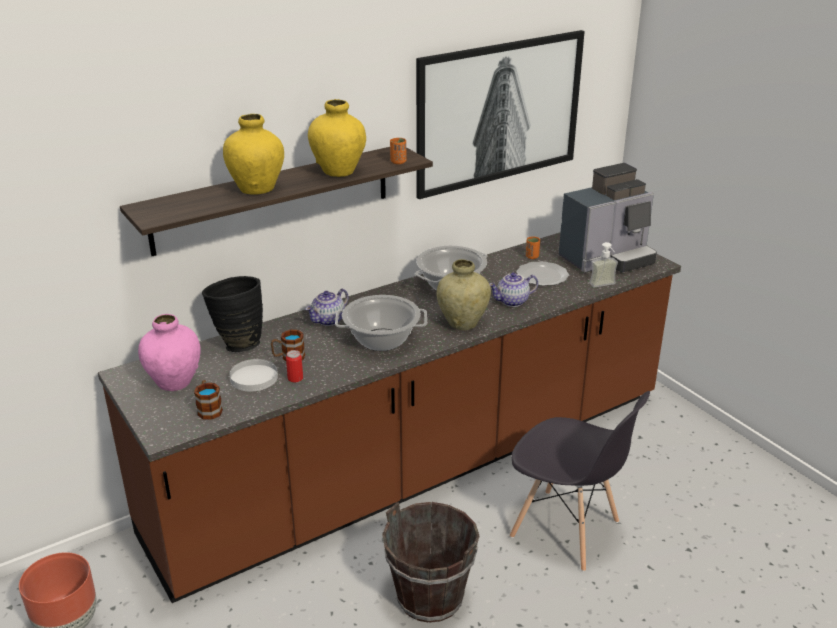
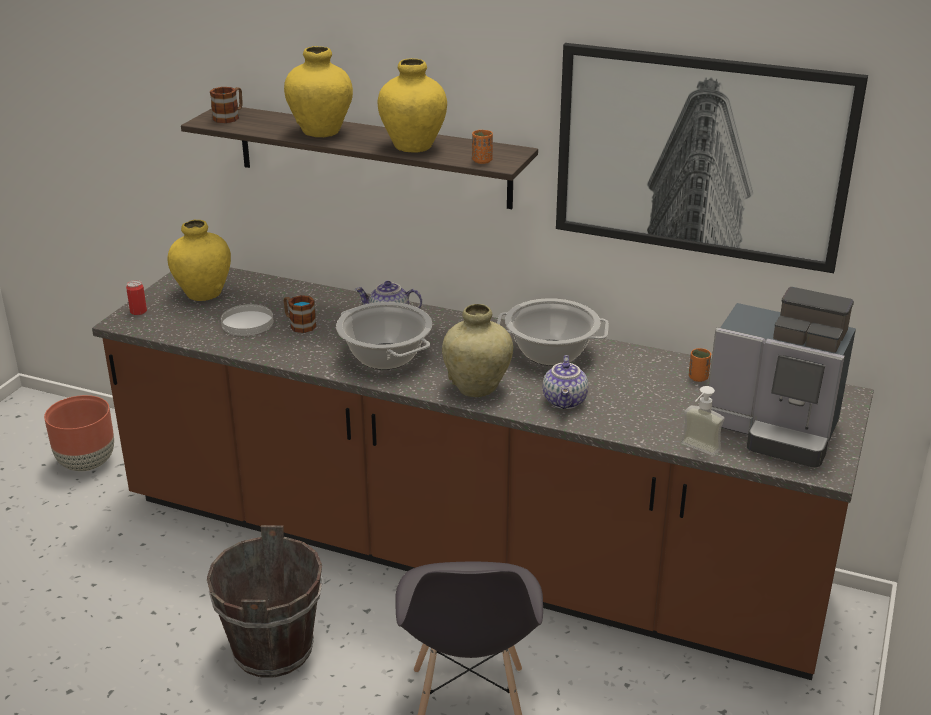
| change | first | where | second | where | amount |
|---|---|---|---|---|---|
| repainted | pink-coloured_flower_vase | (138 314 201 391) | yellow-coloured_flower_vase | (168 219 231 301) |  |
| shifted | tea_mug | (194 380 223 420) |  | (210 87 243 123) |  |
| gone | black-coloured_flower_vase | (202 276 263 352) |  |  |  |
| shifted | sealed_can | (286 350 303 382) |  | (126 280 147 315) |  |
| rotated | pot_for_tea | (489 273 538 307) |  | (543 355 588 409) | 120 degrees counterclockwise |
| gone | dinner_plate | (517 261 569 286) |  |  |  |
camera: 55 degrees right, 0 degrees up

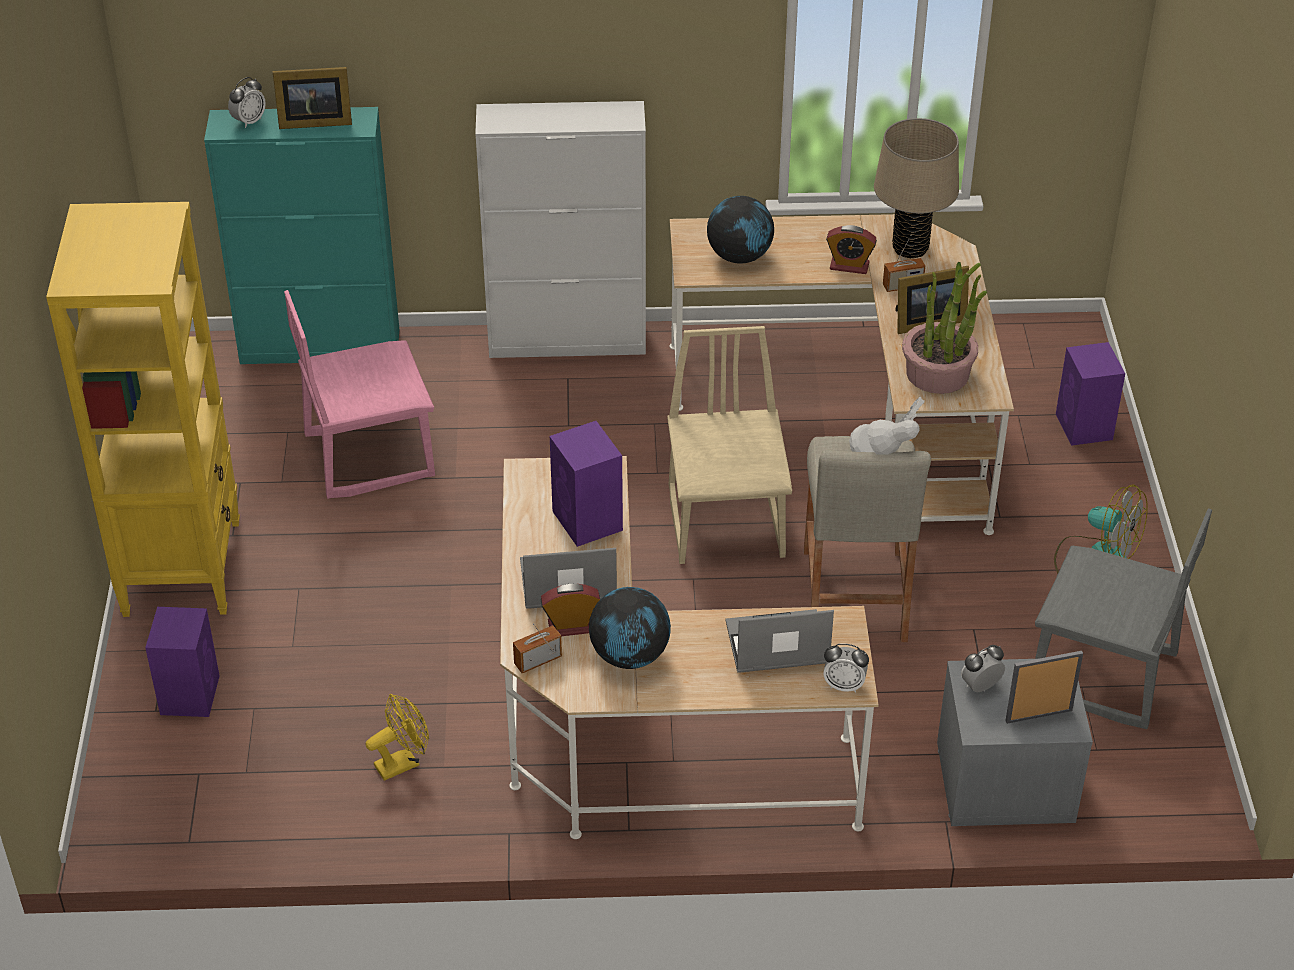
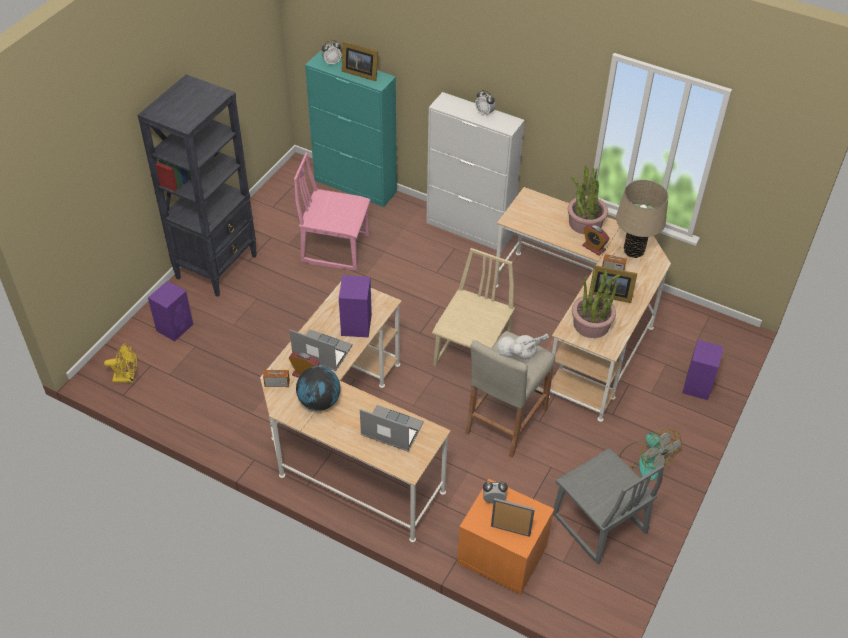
| change | first | where | second | where | amount |
|---|---|---|---|---|---|
| repainted | yellow-coloured_bookshelf | (46 202 240 617) | black-coloured_bookshelf | (138 74 257 297) |  |
| shifted | yellow-coloured_electric_fan | (366 694 429 781) |  | (104 343 137 383) |  |
| gone | globe | (707 196 774 264) |  |  |  |
| shifted | alarm_clock | (823 643 869 693) |  | (475 90 496 116) |  |
| repainted | greyish_nightstand | (937 659 1093 826) | orange_nightstand | (457 479 554 594) |  |
| new |  |  | potted_plant | (568 165 608 235) |  |
camera: 30 degrees right, 5 degrees up

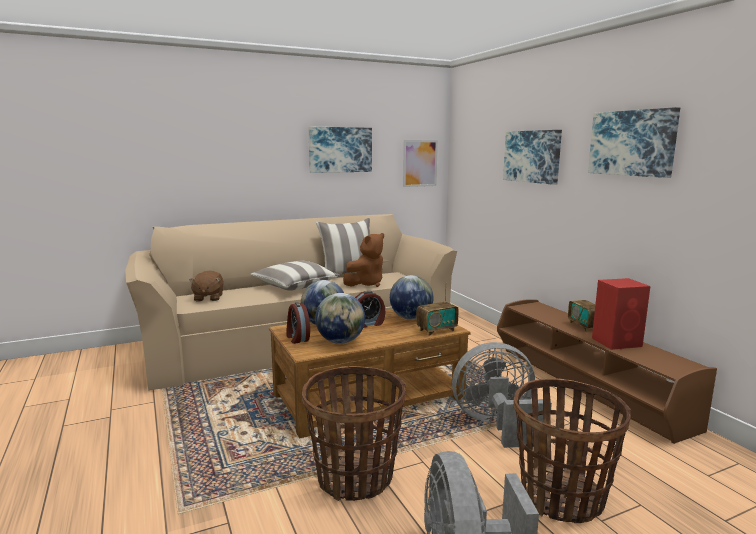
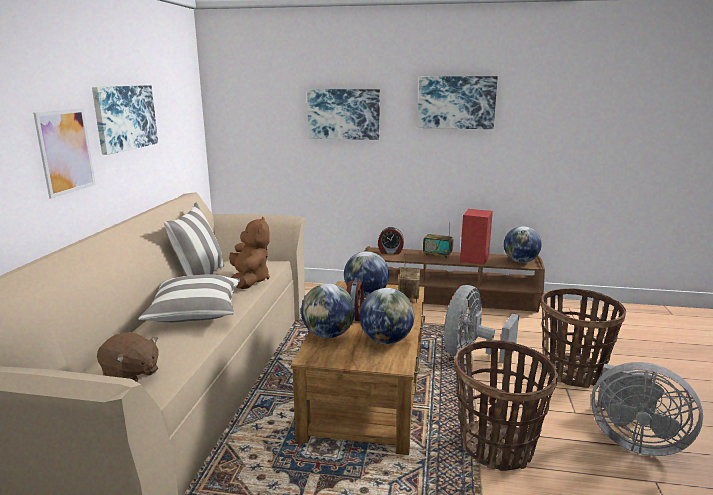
| change | first | where | second | where | amount |
|---|---|---|---|---|---|
| shifted | alarm_clock | (287 302 310 344) |  | (378 227 404 255) |  |
| shifted | wall_picture | (403 140 438 187) |  | (33 108 96 198) |  |
| new |  |  | globe | (504 226 542 263) |  |
camera: 55 degrees left, 5 degrees up

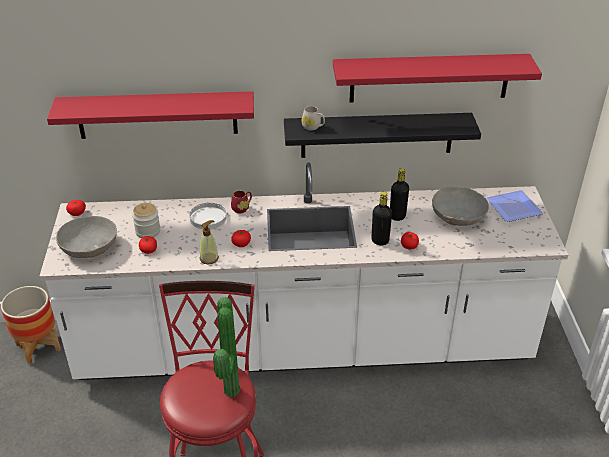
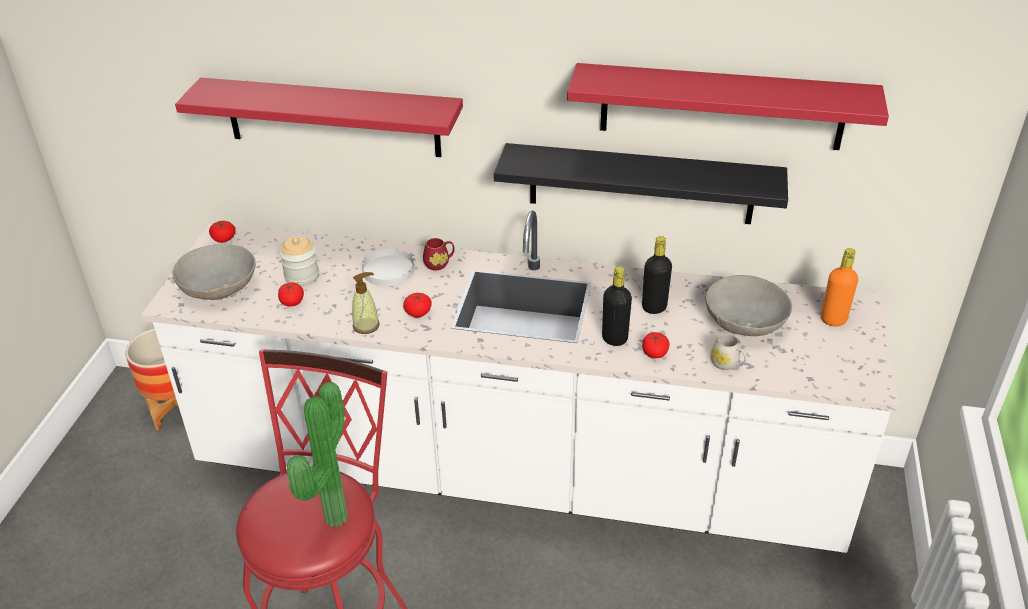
| change | first | where | second | where | amount |
|---|---|---|---|---|---|
| shifted | whitish_tea_mug | (302 106 325 130) |  | (710 334 747 370) |  |
| swapped | dinner_plate | (486 190 544 222) | orange_drink_bottle | (821 248 858 326) |  |
camera: 15 degrees right, 0 degrees up

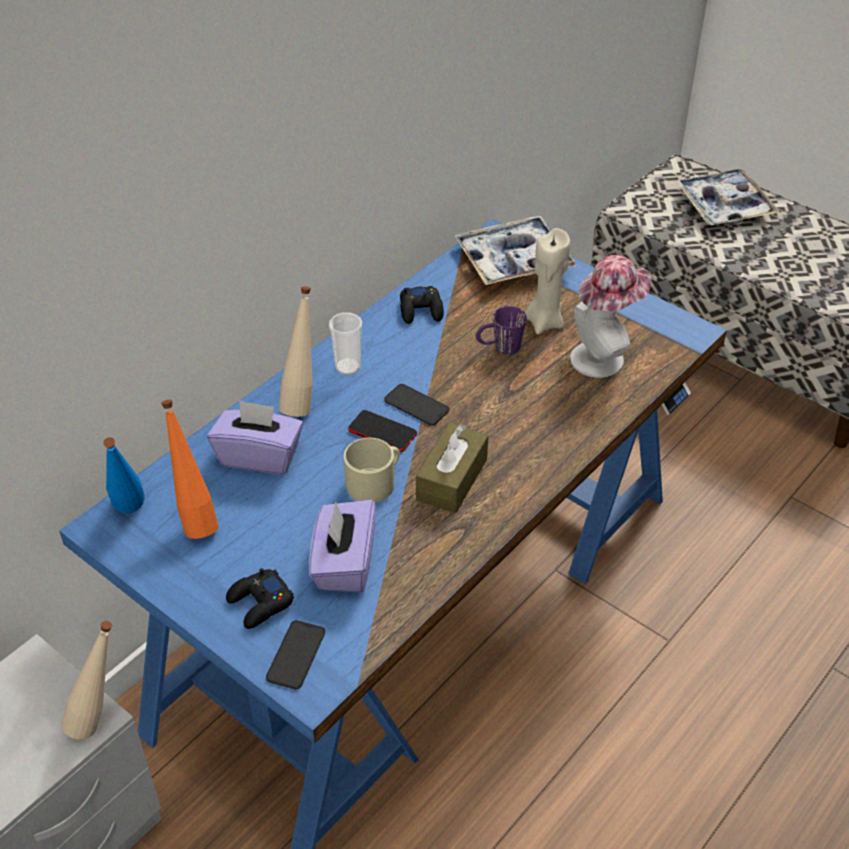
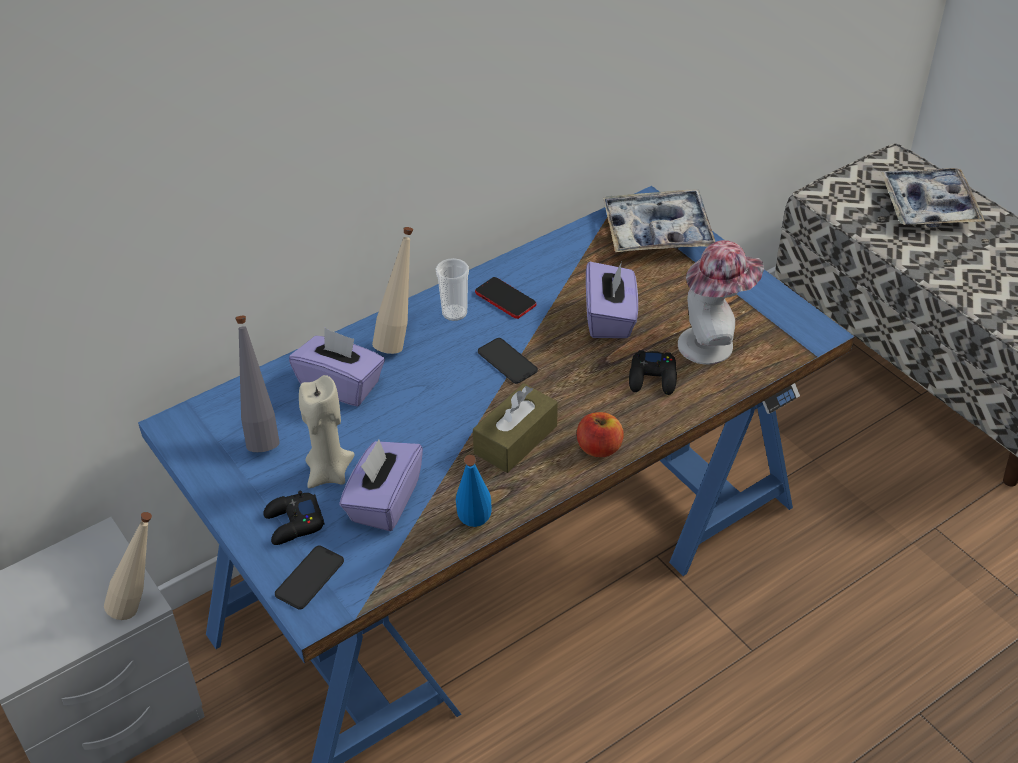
| change | first | where | second | where | amount |
|---|---|---|---|---|---|
| shifted | blue_drink_bottle | (103 437 145 513) |  | (456 455 492 527) |  |
| repainted | orange_drink_bottle | (161 400 219 539) | greyish_drink_bottle | (235 316 280 452) |  |
| gone | sand-coloured_tea_mug | (344 438 400 503) |  |  |  |
| shifted | phone | (348 410 417 452) |  | (475 277 536 319) |  |
| shifted | black-coloured_gamepad | (400 286 444 324) |  | (629 350 677 395) |  |
| swapped | purple-coloured_tea_mug | (476 306 527 355) | purple-coloured_tissue_holder | (586 262 638 338) |  |
| shifted | sand-coloured_wax_candle | (525 228 570 335) |  | (299 375 355 488) |  |
| new |  |  | apple_fruit | (577 412 624 457) |  |
camera: 15 degrees right, 0 degrees up

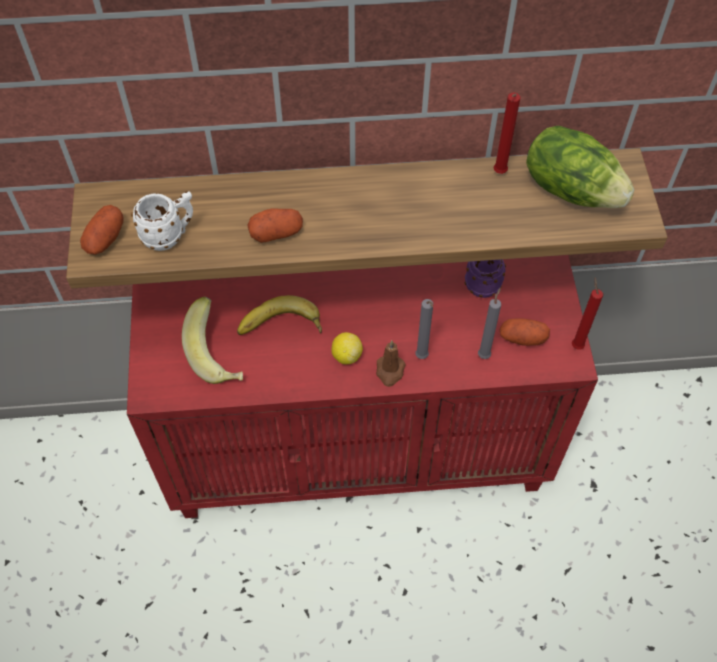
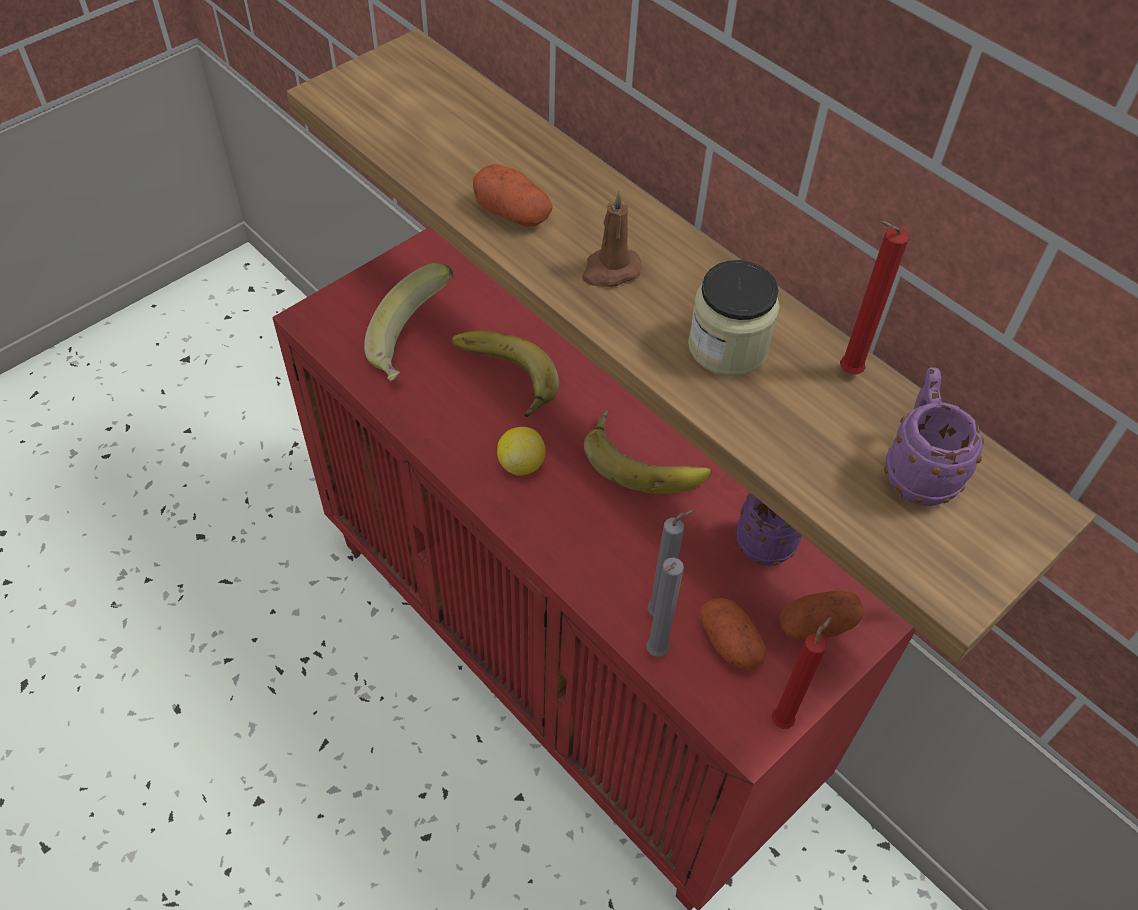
| change | first | where | second | where | amount |
|---|---|---|---|---|---|
| shifted | whole_potato | (80 205 124 255) |  | (780 591 864 640) |  |
| gone | whitish_tea_mug | (131 191 193 251) |  |  |  |
| shifted | brown-coloured_wax_candle | (376 341 406 387) |  | (582 190 642 287) |  |
| shifted | greyish_wax_candle | (415 299 433 359) |  | (646 557 684 657) |  |
| swapped | lettuce | (526 126 634 208) | purple-coloured_tea_mug | (884 367 984 506) |  |
| new |  |  | banana | (584 409 711 494) |  |
| new |  |  | storage_jar | (688 260 780 376) |  |
camera: 50 degrees right, 5 degrees down

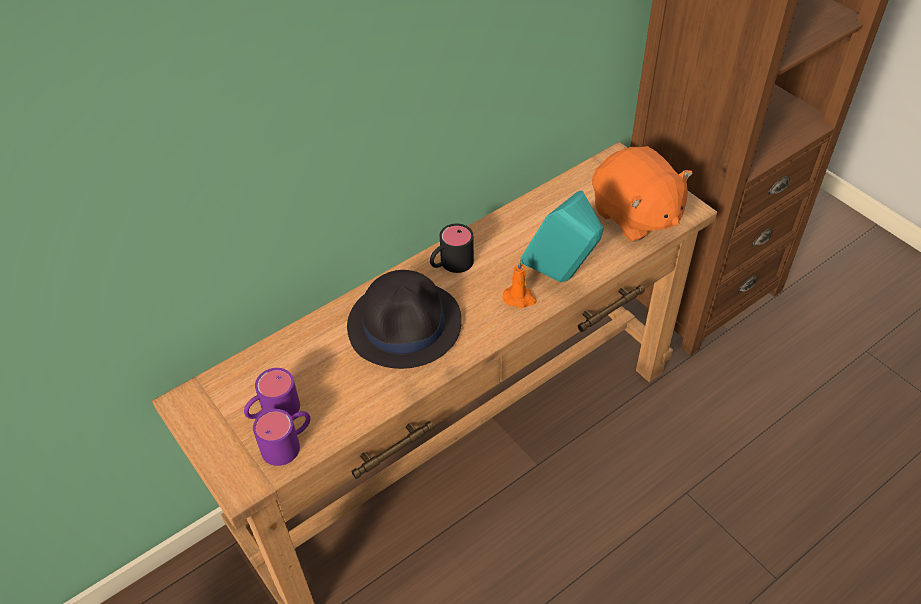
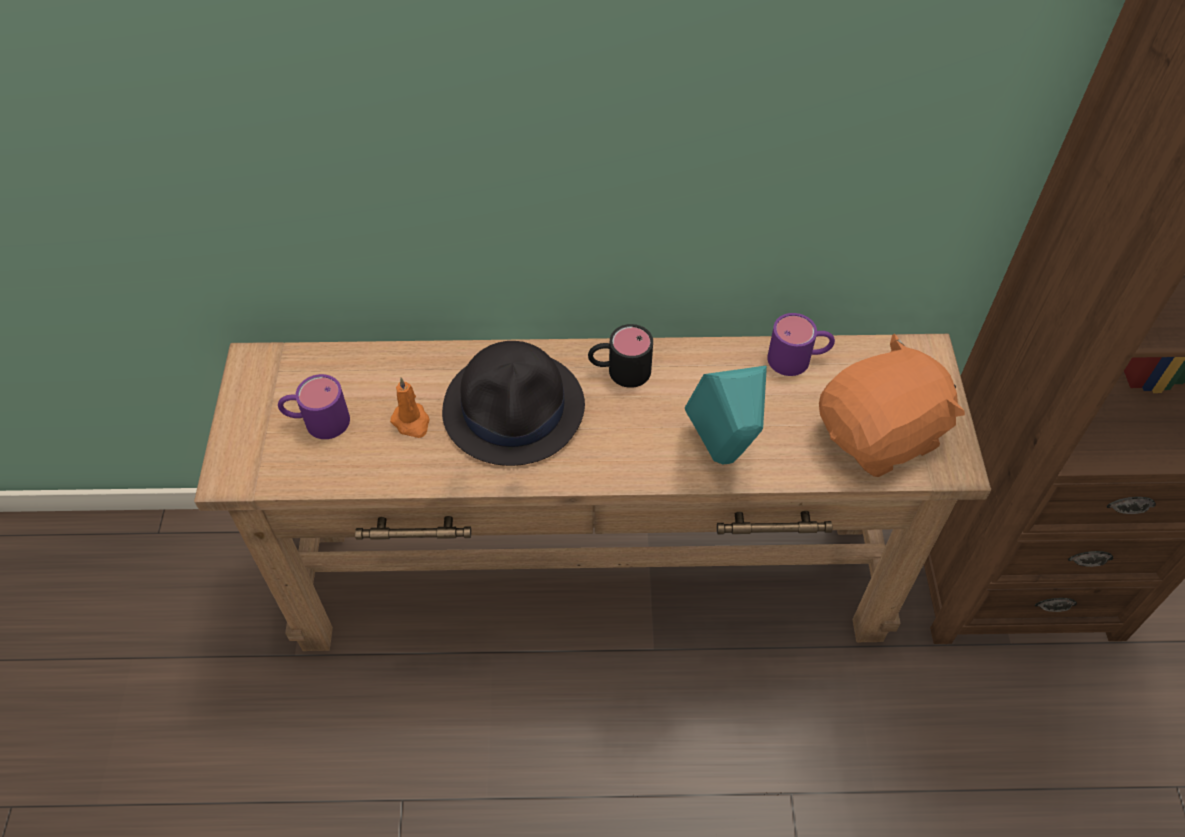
| change | first | where | second | where | amount |
|---|---|---|---|---|---|
| shifted | purple-coloured_tea_mug | (253 409 310 466) |  | (767 313 835 376) |  |
| shifted | orange_wax_candle | (503 260 537 308) |  | (390 378 430 438) |  |
| rotated | orange_soft_toy | (592 146 693 242) |  | (819 334 965 477) | 120 degrees counterclockwise |
camera: 35 degrees right, 5 degrees up

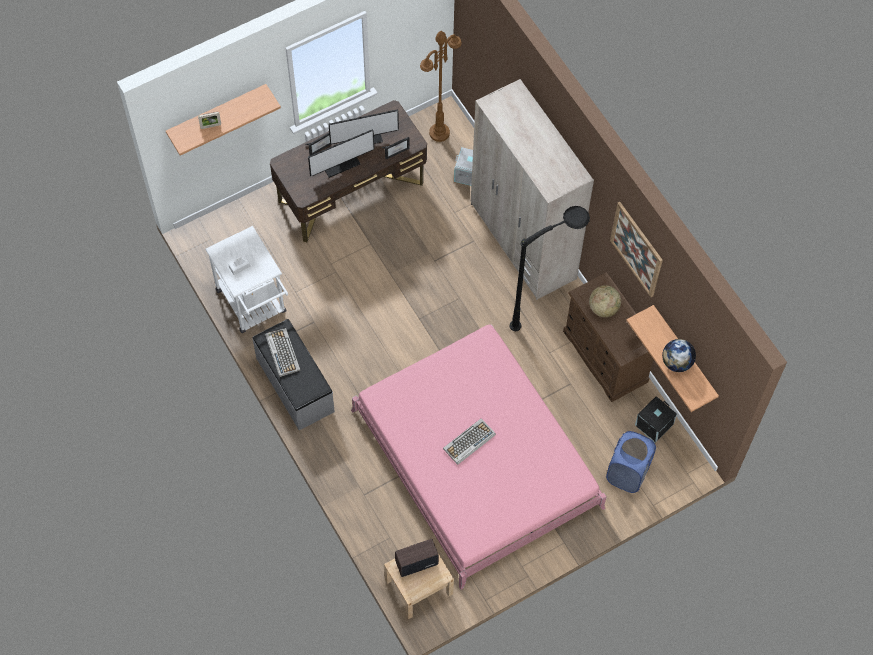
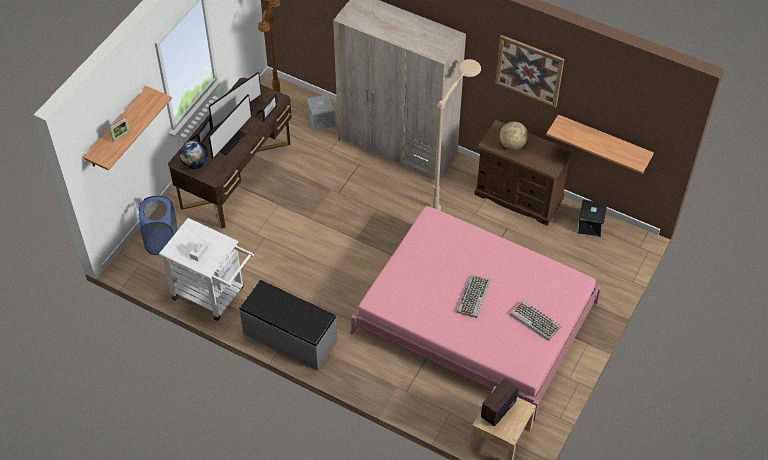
| change | first | where | second | where | amount |
|---|---|---|---|---|---|
| shifted | computer_keyboard | (265 328 301 377) |  | (510 301 561 341) |  |
| repainted | black-coloured_standing_lamp | (509 206 590 331) | sand-coloured_standing_lamp | (430 59 481 210) |  |
| shifted | blue_laundry_basket | (606 431 656 493) |  | (139 196 177 255) |  |
| shifted | globe | (662 339 696 372) |  | (180 141 208 169) |  |
camera: 30 degrees left, 10 degrees down

